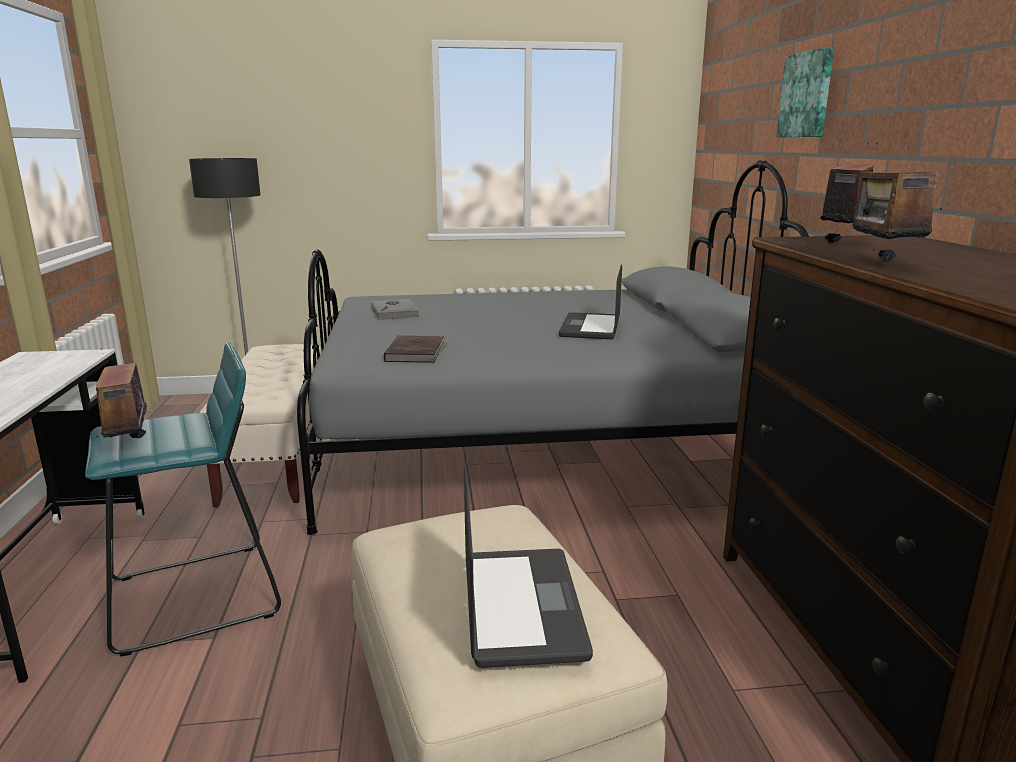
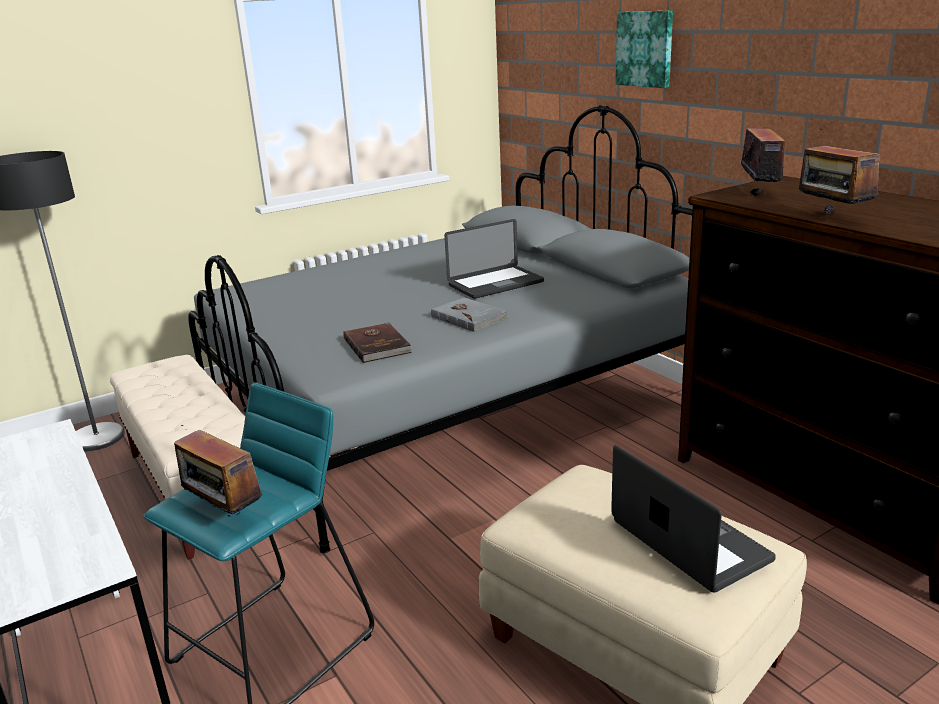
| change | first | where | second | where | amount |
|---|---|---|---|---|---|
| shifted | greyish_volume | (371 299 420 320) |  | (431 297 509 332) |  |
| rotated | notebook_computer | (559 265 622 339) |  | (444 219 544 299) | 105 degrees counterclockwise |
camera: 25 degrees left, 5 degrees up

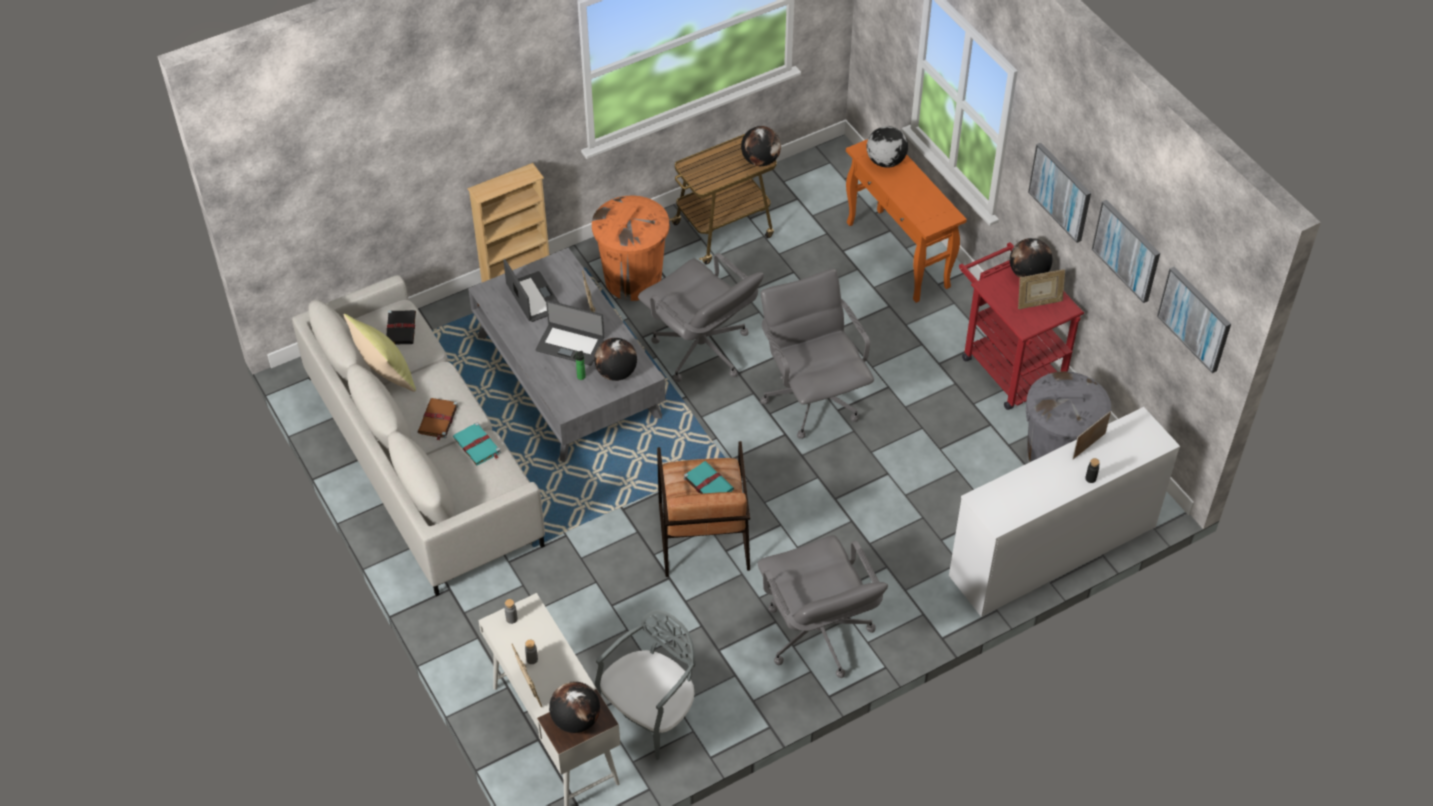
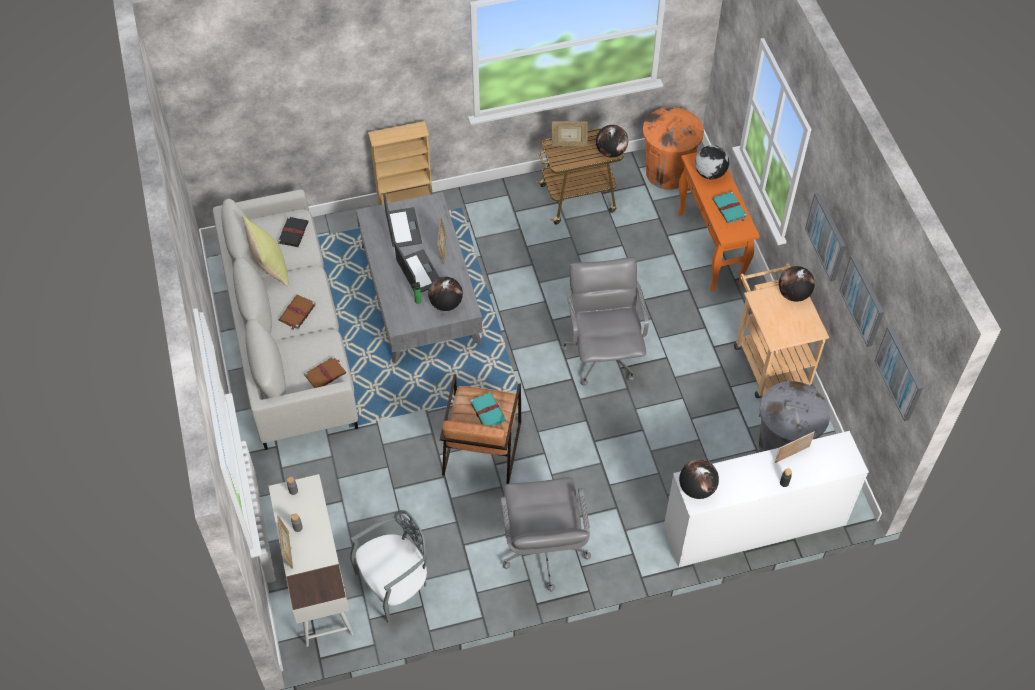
| change | first | where | second | where | amount |
|---|---|---|---|---|---|
| shifted | turquoise_volume | (453 422 501 466) |  | (713 191 747 223) |  |
| rotated | notebook_computer | (535 300 604 366) |  | (394 242 440 292) | 150 degrees counterclockwise |
| shifted | globe | (549 681 600 733) |  | (679 459 719 499) |  |
| shifted | orange_rubbish_bin | (592 196 670 301) |  | (643 107 704 190) |  |
| gone | greyish_office_chair | (638 253 764 382) |  |  |  |
| repainted | reddish_cart | (959 242 1084 410) | sand-coloured_cart | (734 263 829 398) |  |
| shifted | photo_frame | (1018 269 1065 309) |  | (552 121 588 146) |  |
| new |  |  | brown-coloured_volume | (304 356 346 388) |  |
camera: 15 degrees right, 5 degrees up

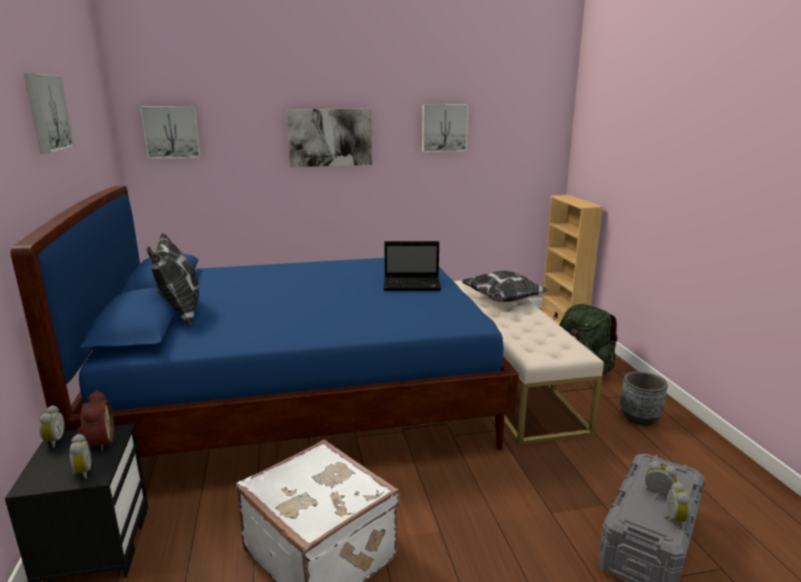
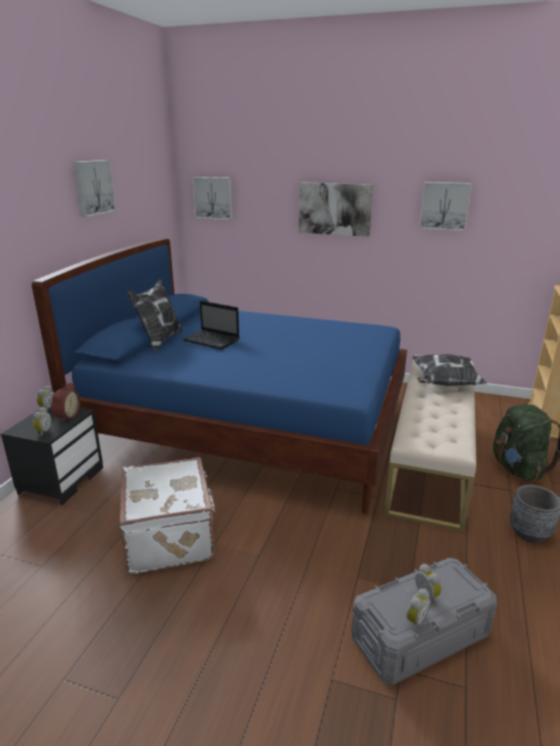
| change | first | where | second | where | amount |
|---|---|---|---|---|---|
| shifted | notebook_computer | (384 241 441 290) |  | (183 301 239 349) |  |
camera: 30 degrees right, 5 degrees up

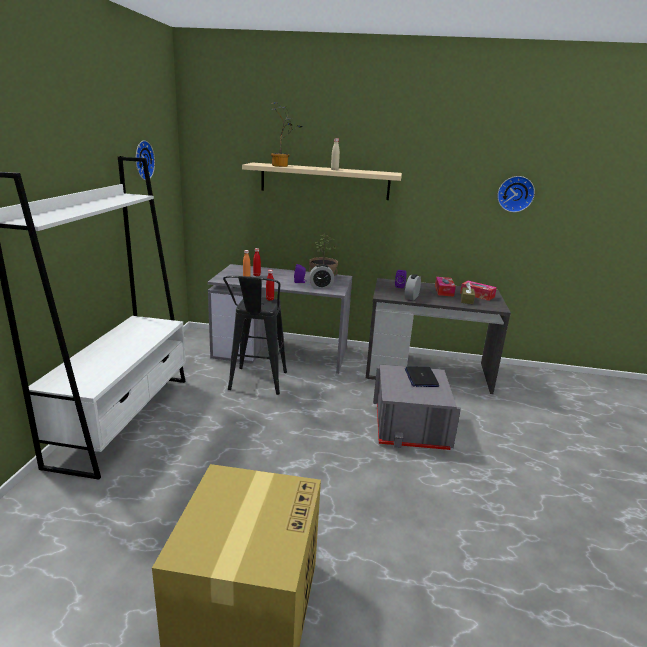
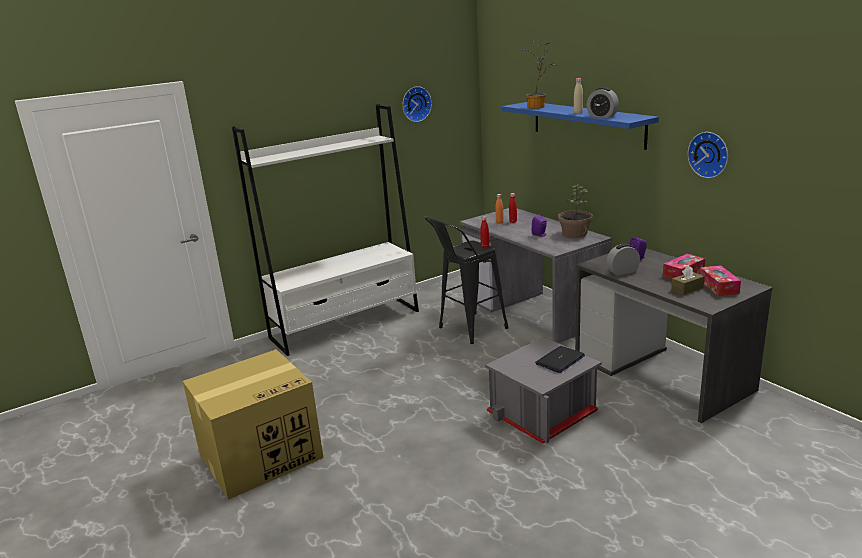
| change | first | where | second | where | amount |
|---|---|---|---|---|---|
| repainted | sand-coloured_bracket_shelf | (242 162 402 200) | blue_bracket_shelf | (502 102 659 150) |  |
| shifted | alarm_clock | (309 264 334 288) |  | (587 87 619 118) |  |
| shifted | wall_clock | (497 176 535 212) |  | (687 132 728 178) |  |
camera: 50 degrees right, 0 degrees up

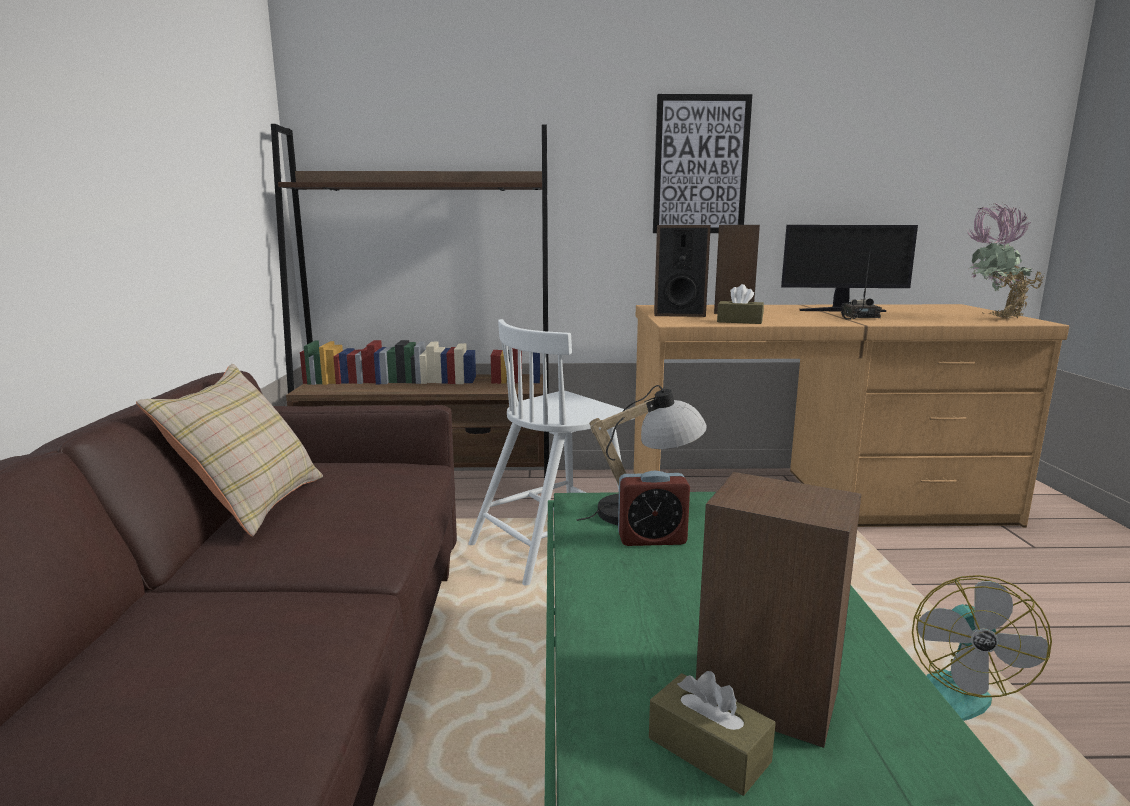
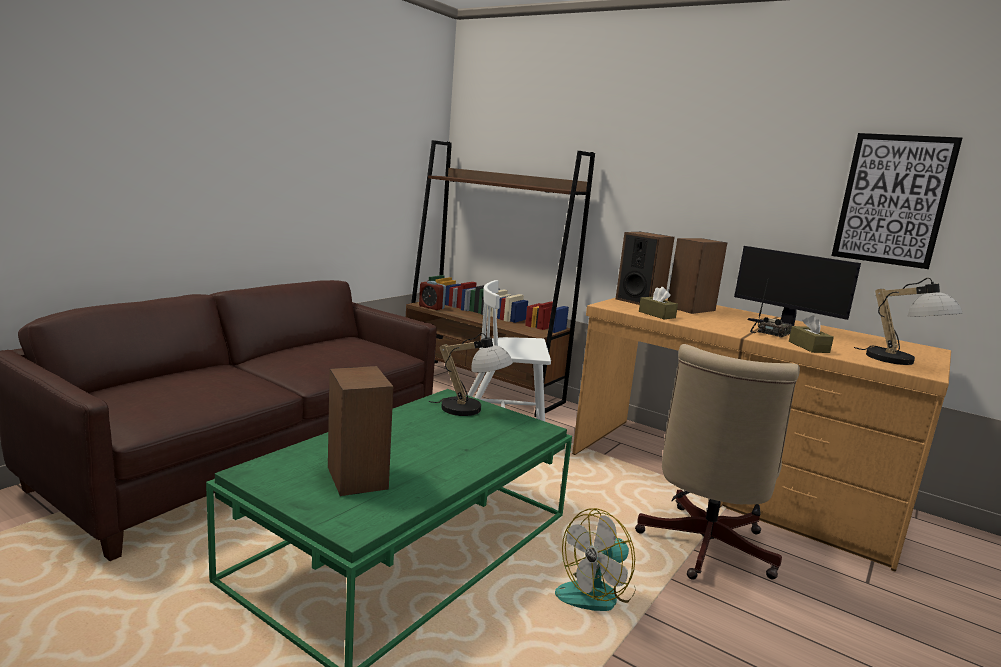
| change | first | where | second | where | amount |
|---|---|---|---|---|---|
| gone | sand-coloured_cushion | (136 364 323 537) |  |  |  |
| shifted | alarm_clock | (618 471 690 546) |  | (419 281 446 310) |  |
| shifted | brown-coloured_tissue_holder | (649 671 776 796) |  | (789 315 834 353) |  |
| shifted | wall_picture | (653 94 752 233) |  | (831 133 962 269) |  |
| swapped | potted_plant | (966 203 1044 319) | table_lamp | (854 278 963 365) |  |
| new |  |  | sand-coloured_office_chair | (635 344 800 580) |  |
camera: 35 degrees right, 0 degrees up

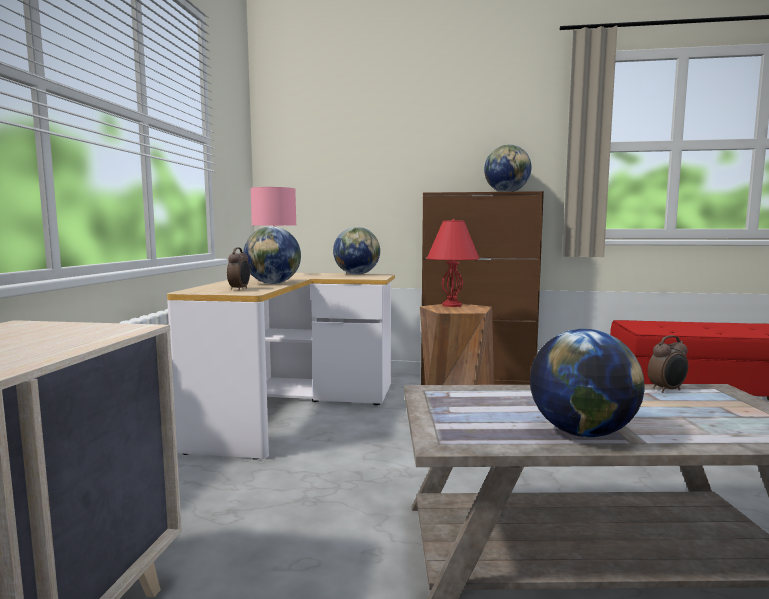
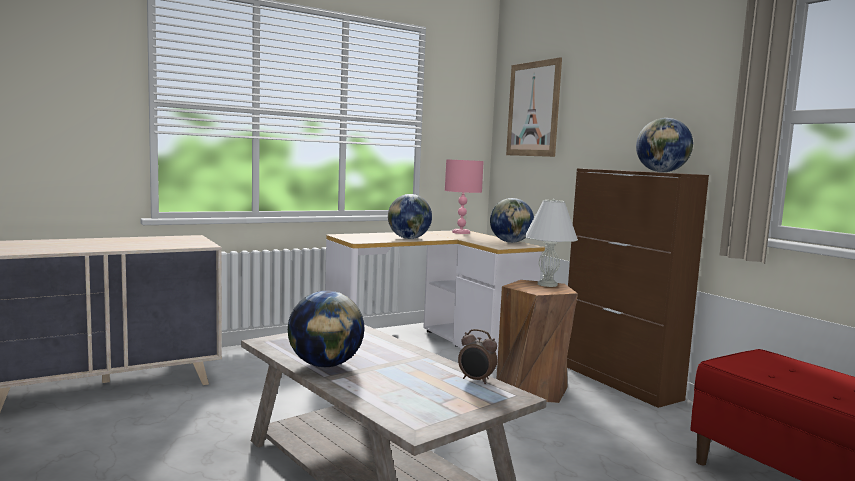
| change | first | where | second | where | amount |
|---|---|---|---|---|---|
| gone | alarm_clock | (227 247 250 290) |  |  |  |
| repainted | reddish_table_lamp | (427 219 480 307) | whitish_table_lamp | (524 199 578 287) |  |
| new |  |  | wall_picture | (506 57 562 157) |  |
camera: 50 degrees right, 0 degrees up

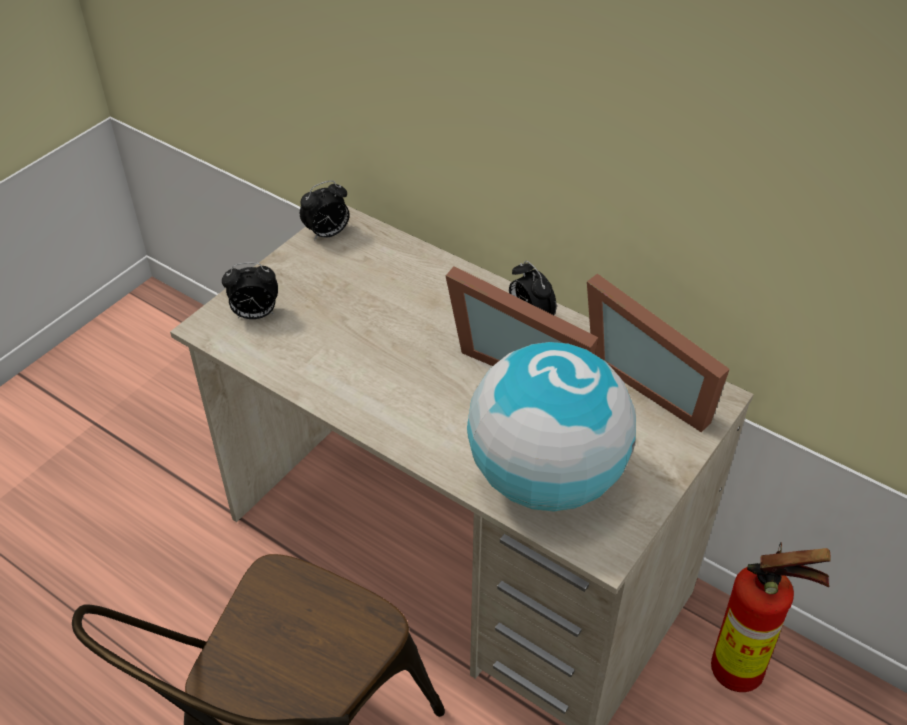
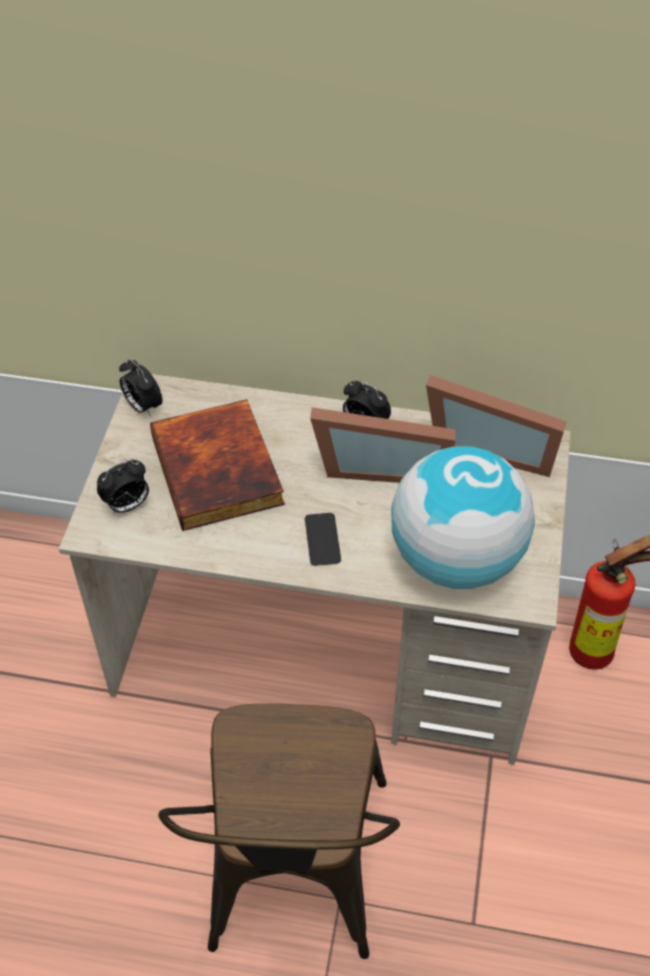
| change | first | where | second | where | amount |
|---|---|---|---|---|---|
| rotated | alarm_clock | (300 180 350 241) |  | (119 359 163 417) | 105 degrees clockwise |
| new |  |  | volume | (150 399 285 531) |  |
| new |  |  | phone | (305 513 341 566) |  |
camera: 25 degrees left, 5 degrees up

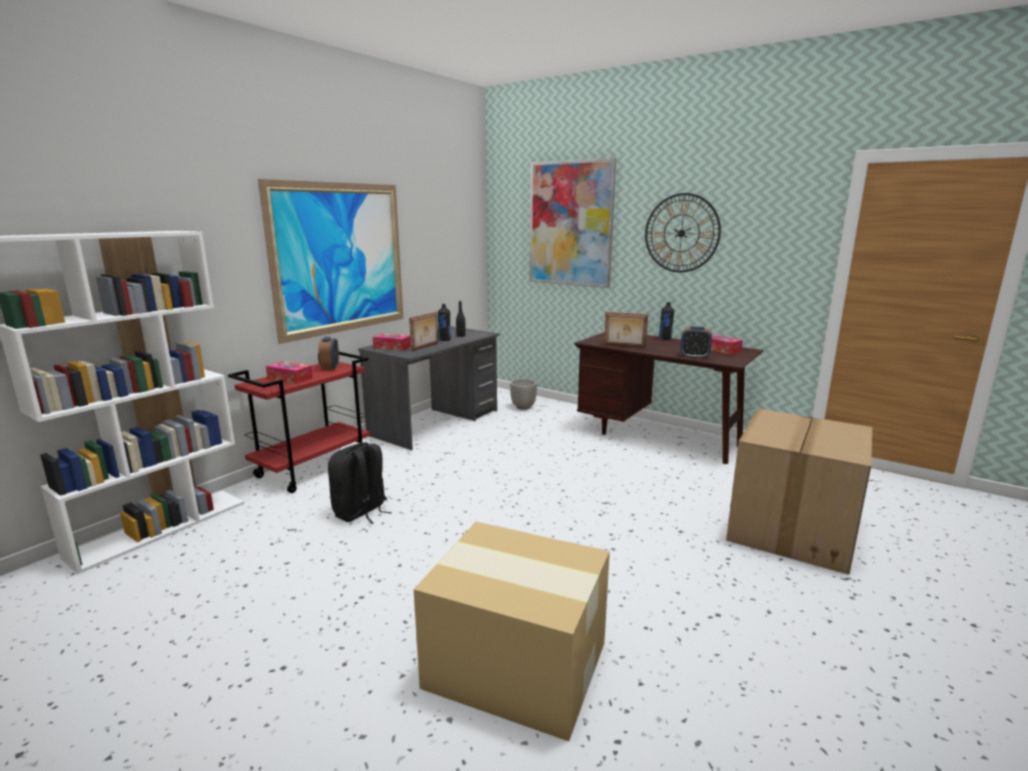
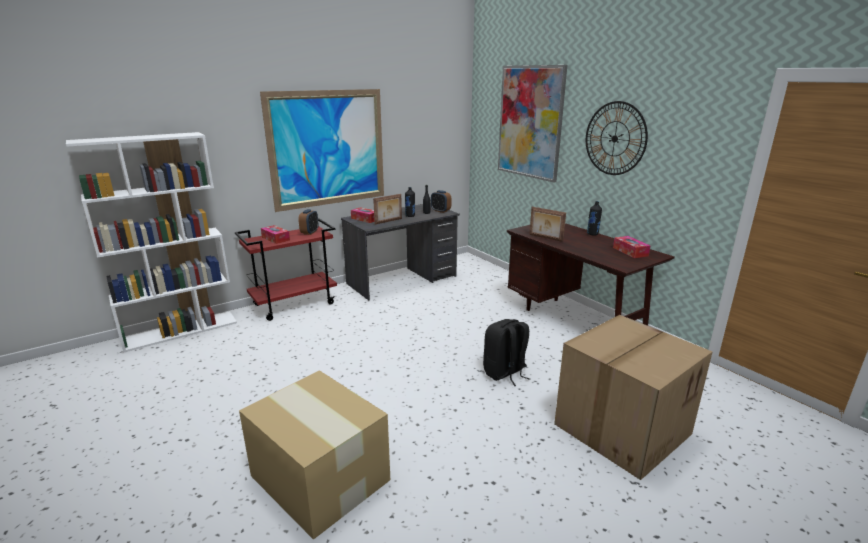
| change | first | where | second | where | amount |
|---|---|---|---|---|---|
| shifted | black-coloured_rucksack | (328 442 392 524) |  | (483 319 530 386) |  |
| gone | plant_pot | (510 379 537 410) |  |  |  |
| shifted | alarm_clock | (680 326 712 359) |  | (431 190 451 213) |  |
camera: 20 degrees right, 5 degrees up

